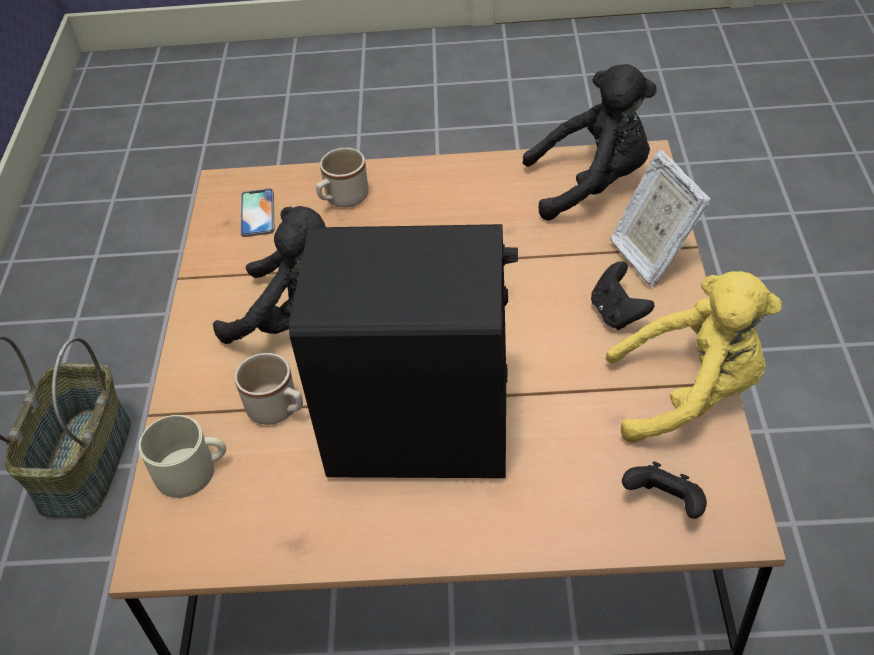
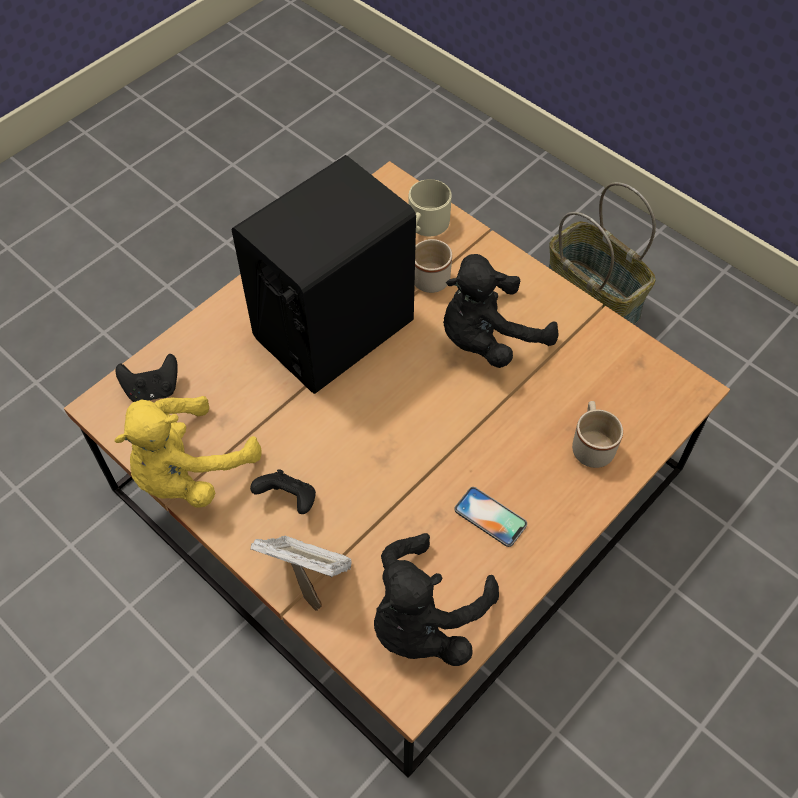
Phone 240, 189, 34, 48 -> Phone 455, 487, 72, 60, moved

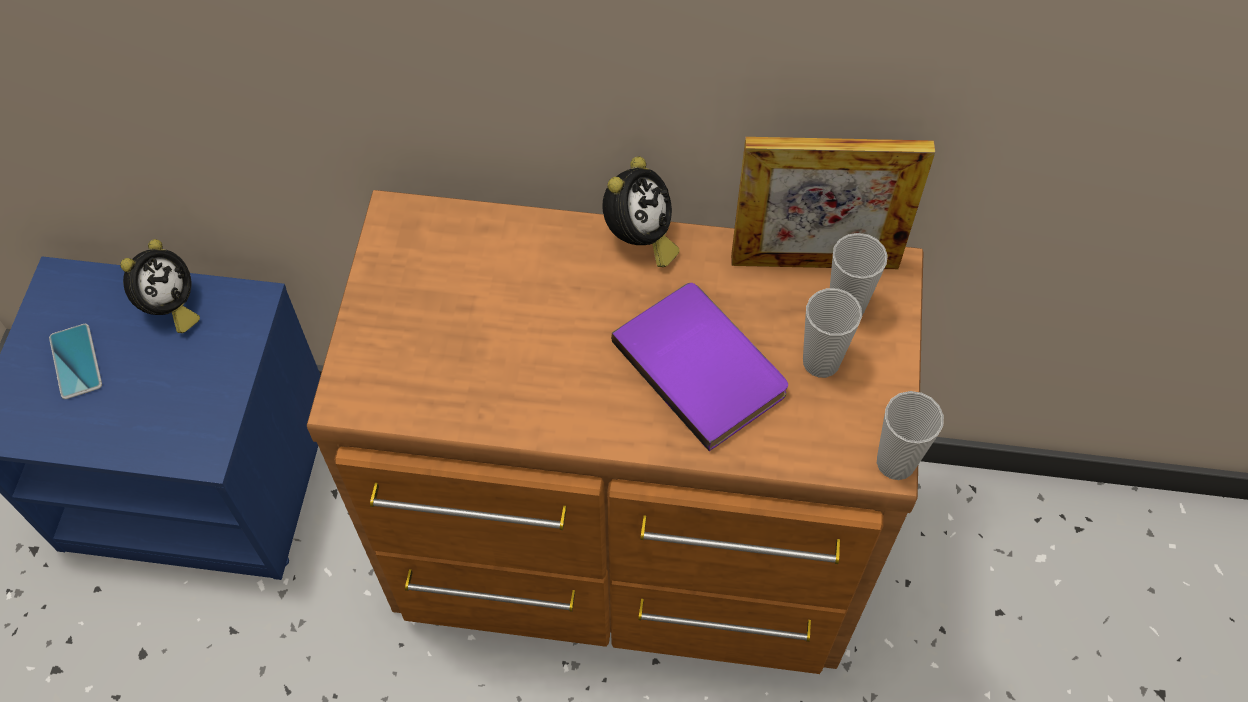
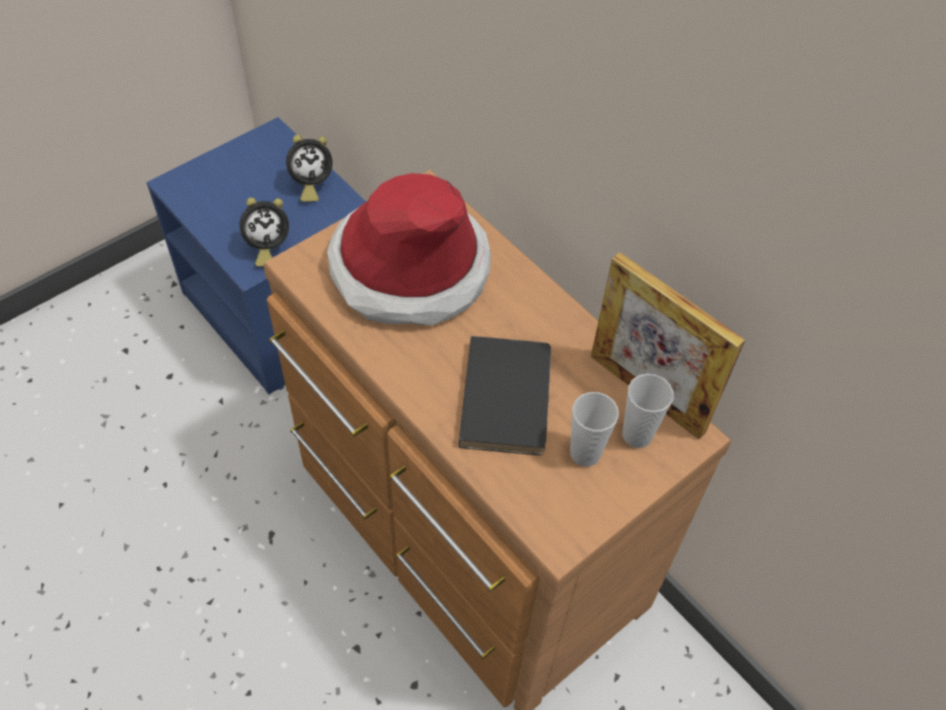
AlarmClock 602, 156, 77, 111 -> AlarmClock 240, 197, 49, 70, moved
PurpleBook 611, 283, 177, 168 -> BlackBook 459, 336, 92, 119
Phone 49, 324, 53, 75 -> none
Cup 877, 391, 67, 89 -> none
none -> Hat 327, 173, 164, 153

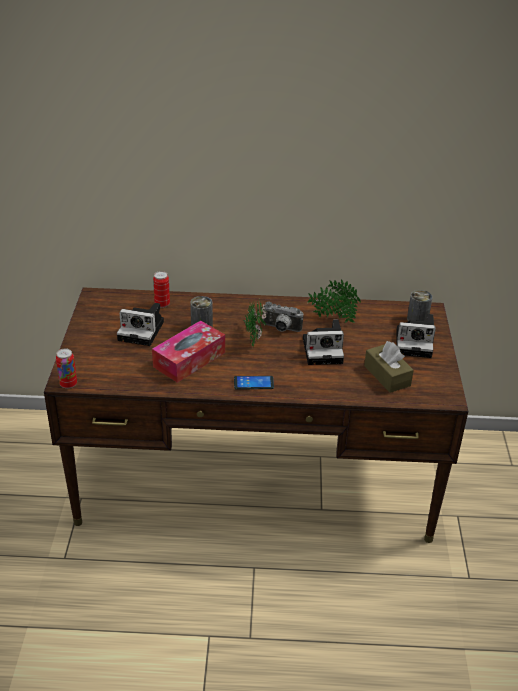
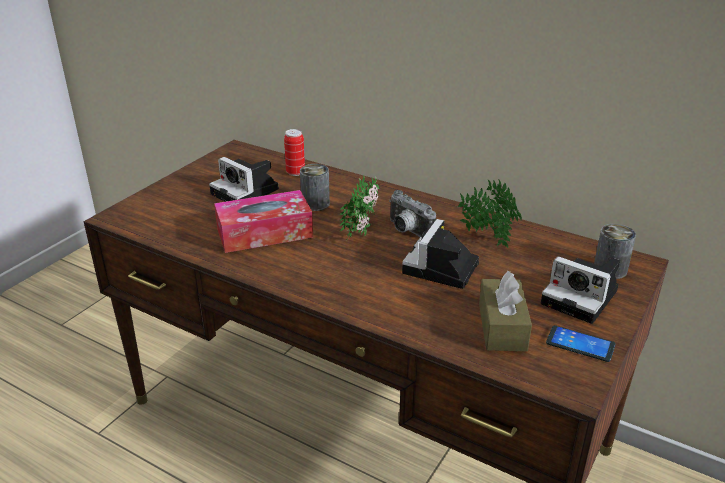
PhotoCamera 303, 320, 41, 45 -> PhotoCamera 402, 219, 77, 70, 90 degrees clockwise
Can 56, 348, 21, 41 -> none
Phone 234, 376, 40, 14 -> Phone 546, 325, 69, 37, moved

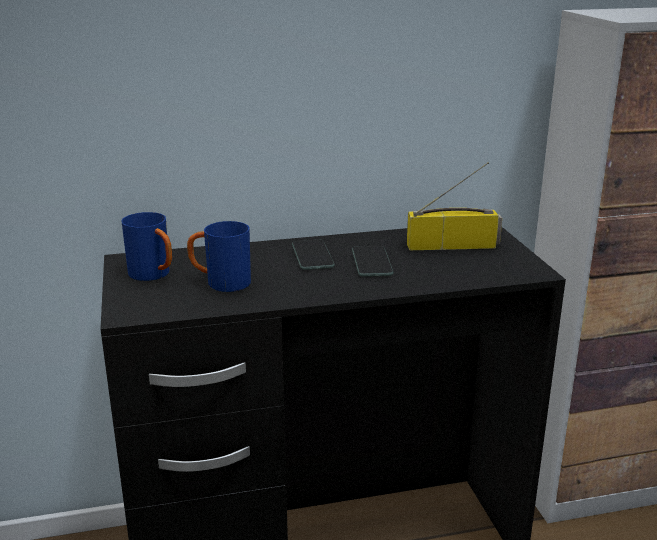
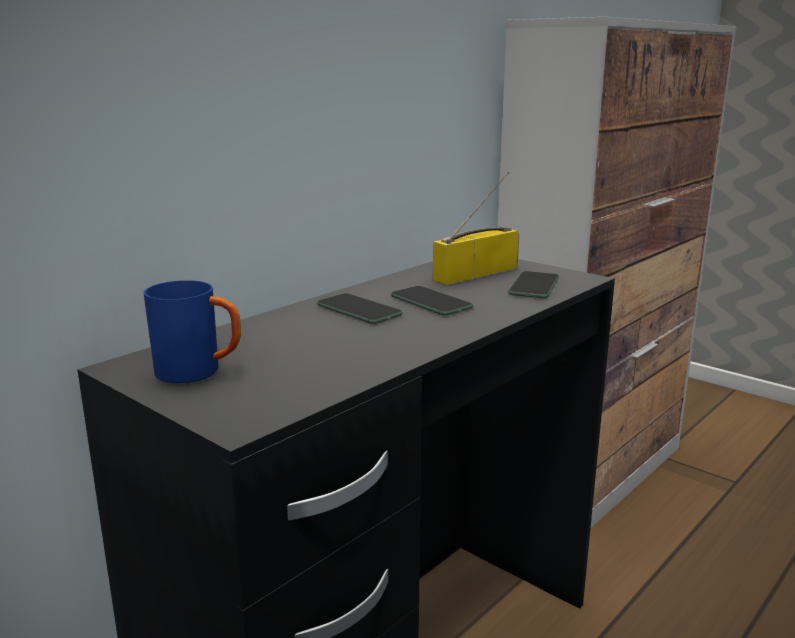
BlueMug 187, 221, 64, 71 -> none
none -> Phone 508, 271, 51, 27

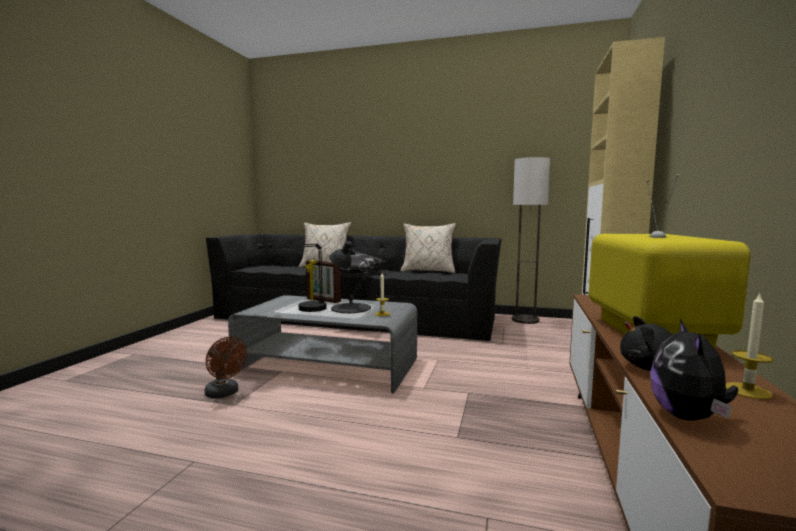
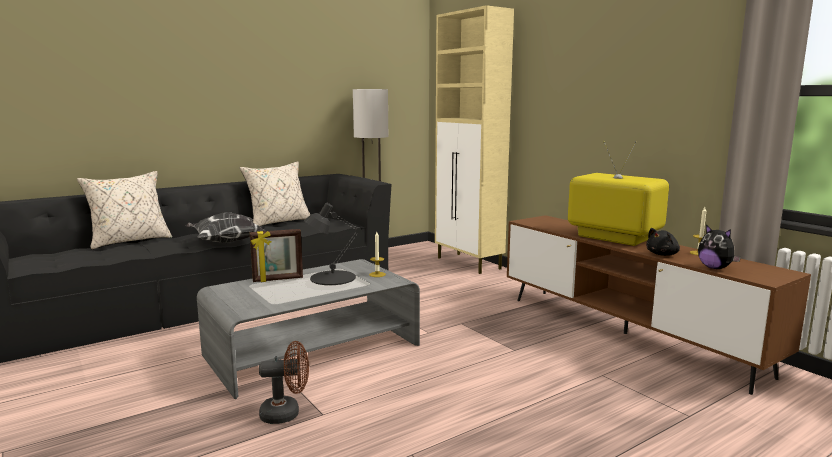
BlackTableLamp 235, 235, 92, 77 -> none

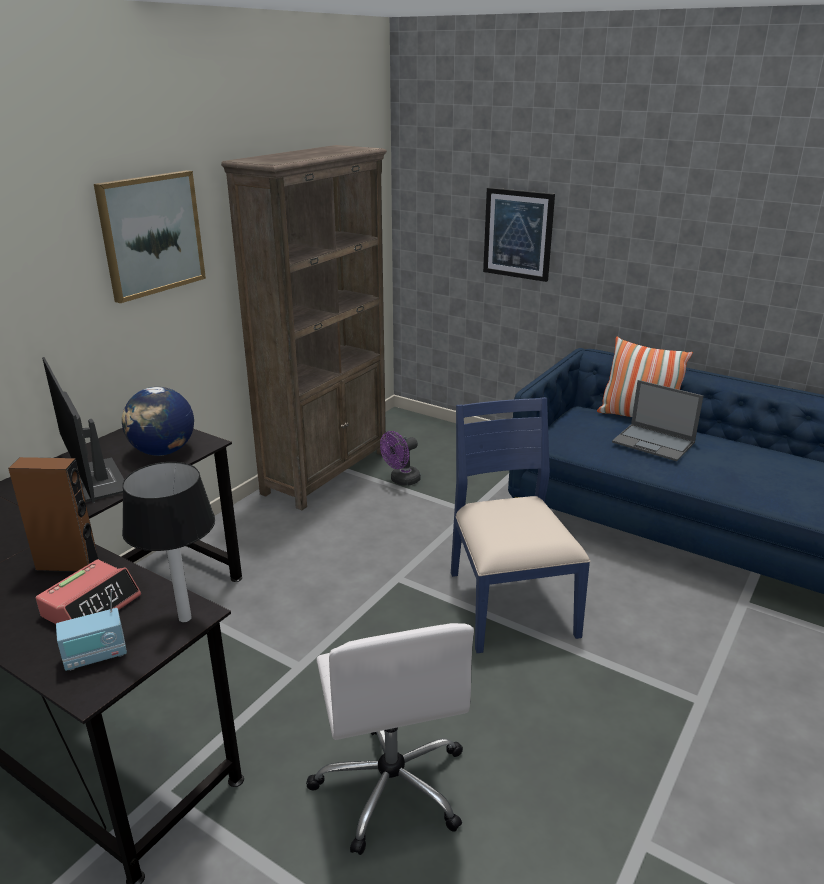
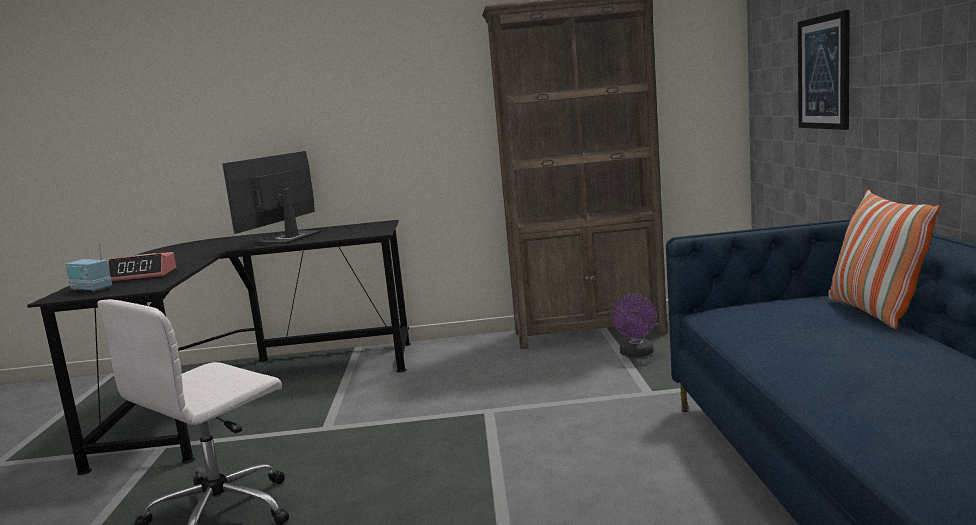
Picture 94, 170, 112, 133 -> none
Laptop 612, 380, 91, 81 -> none
Globe 122, 387, 72, 69 -> none
BlueChair 451, 397, 139, 256 -> none
PurpleFan 380, 431, 41, 55 -> PurpleFan 611, 294, 46, 63, 90 degrees counterclockwise
BrownSpeaker 8, 457, 92, 115 -> none
TableLamp 122, 462, 93, 160 -> none

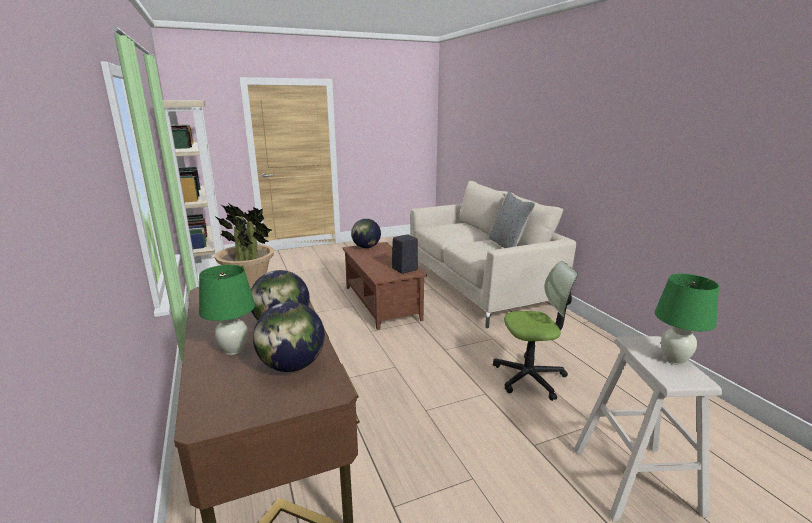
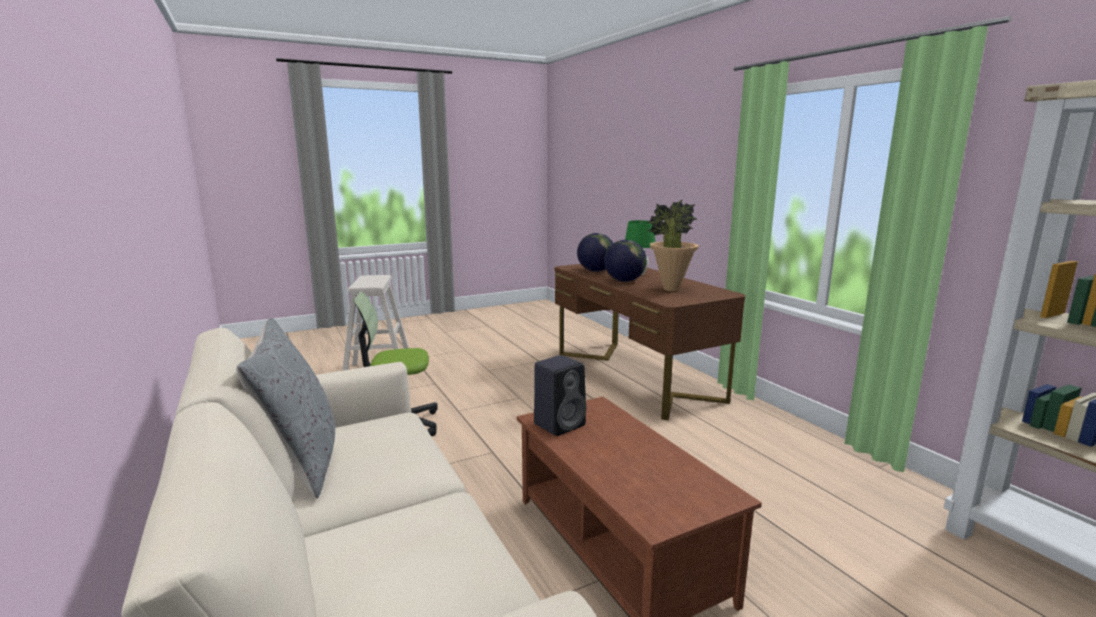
Globe 351, 219, 30, 29 -> none
GreenTableLamp 655, 274, 64, 91 -> none

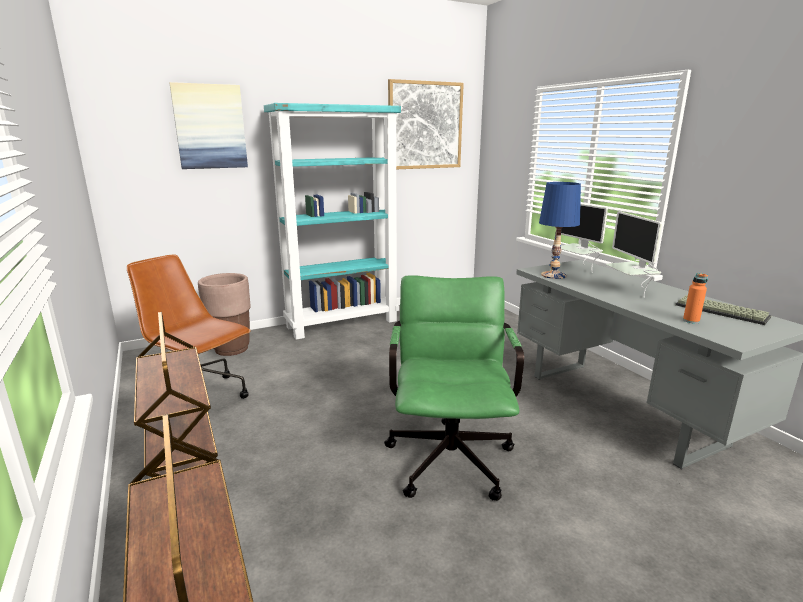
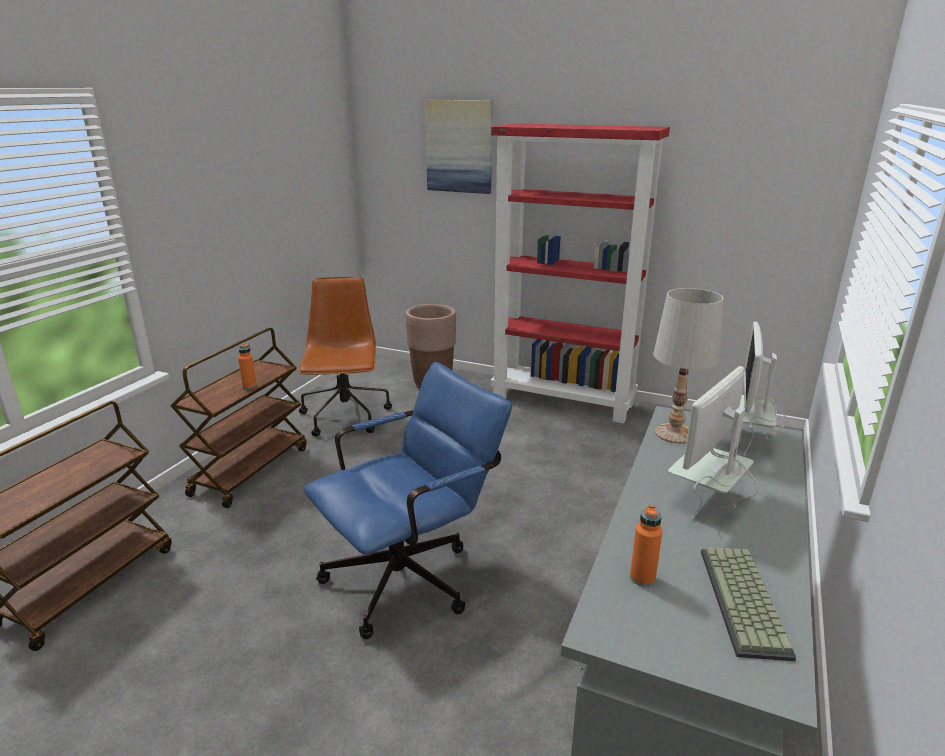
Picture 388, 79, 76, 90 -> none
TurquoiseBookcase 264, 103, 137, 237 -> RedBookcase 491, 123, 179, 301
BlueTableLamp 539, 182, 42, 97 -> WhiteTableLamp 653, 288, 70, 156
GreenOfficeChair 384, 275, 140, 226 -> BlueOfficeChair 303, 362, 209, 277
none -> OrangeBottle 238, 343, 19, 46

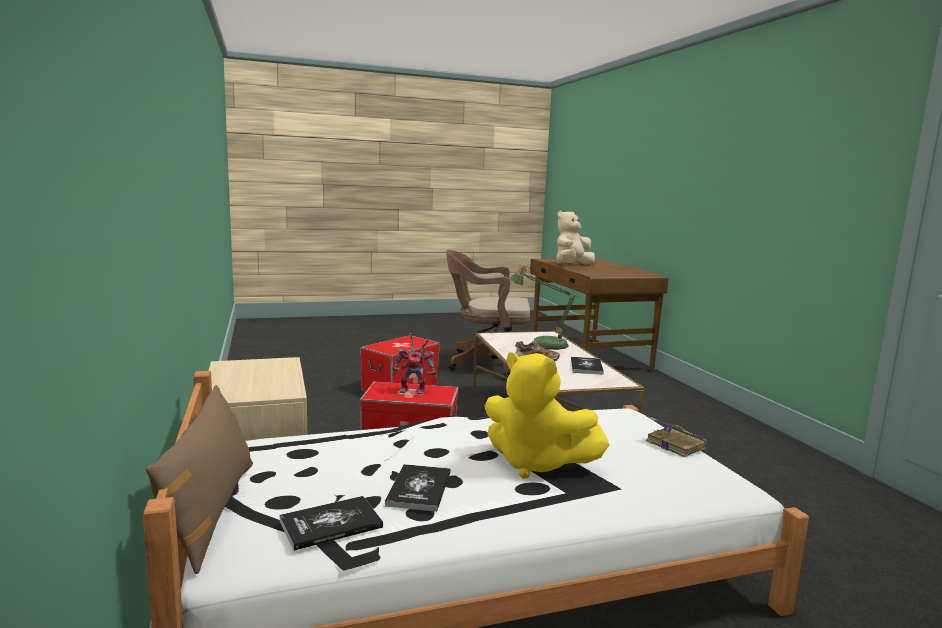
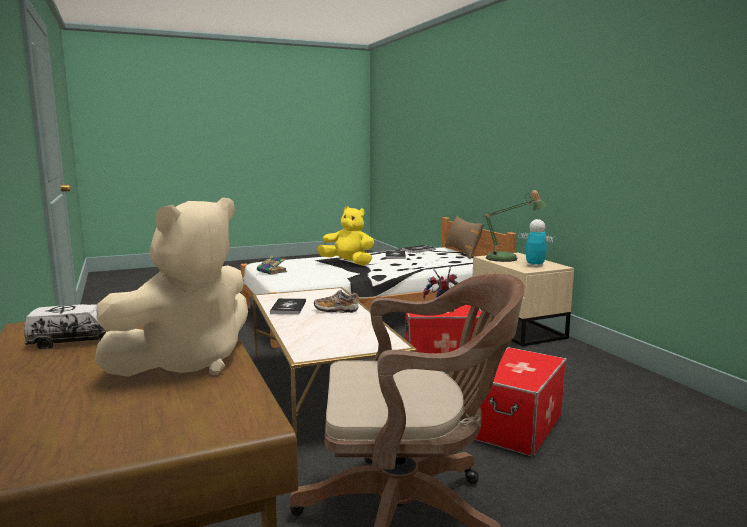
TableLamp 509, 263, 67, 87 -> TableLamp 483, 190, 64, 72, moved
none -> ToyRobot 518, 219, 38, 49
none -> ToyTruck 24, 304, 84, 45

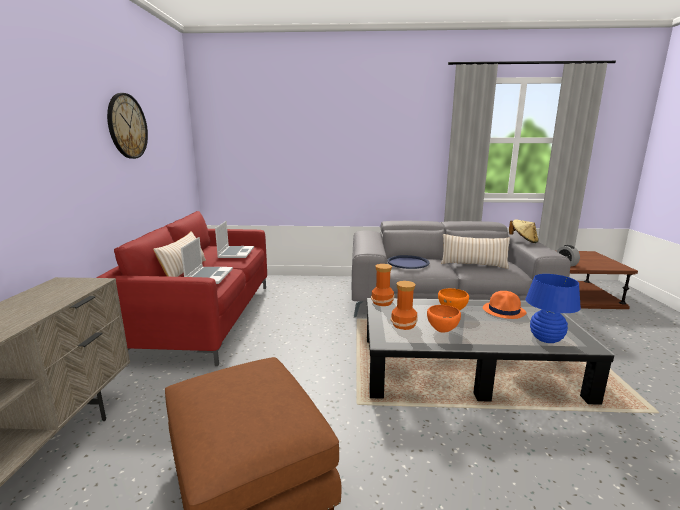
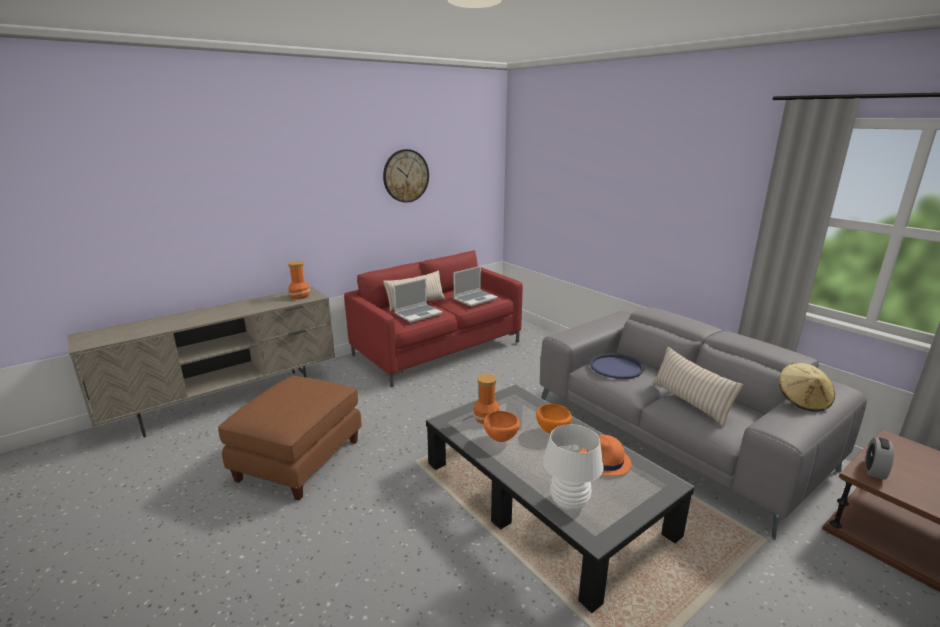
Vase 371, 264, 24, 42 -> Vase 288, 261, 22, 38, moved
BlueTableLamp 526, 274, 55, 69 -> WhiteTableLamp 543, 424, 61, 87

